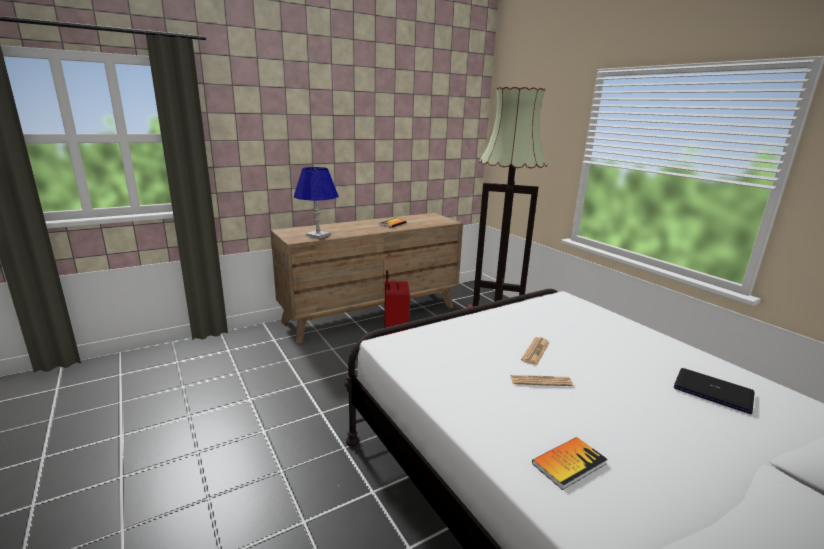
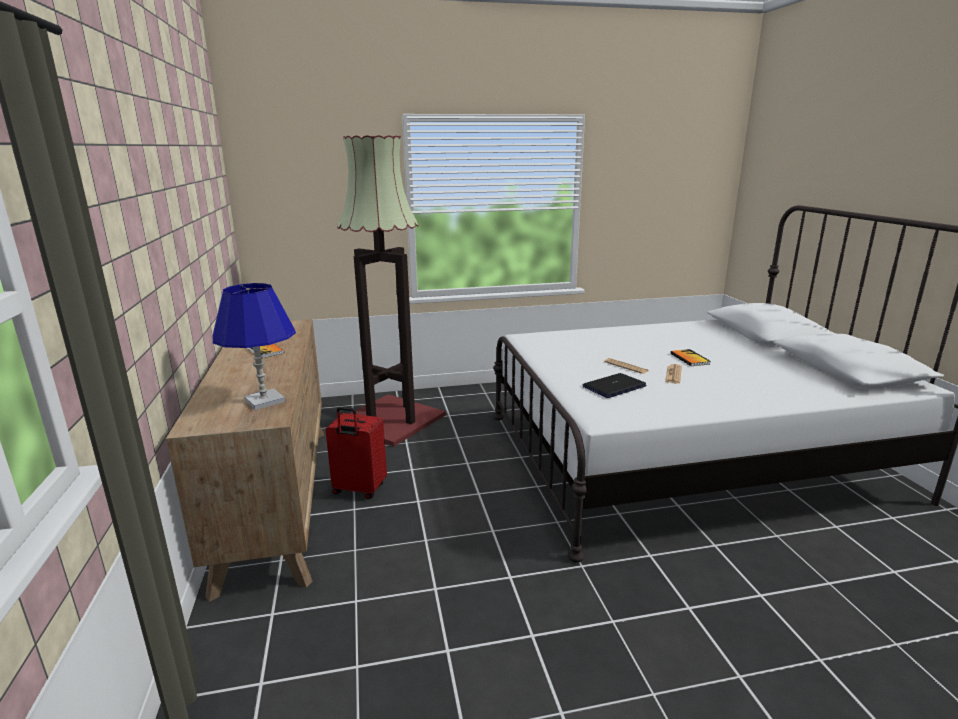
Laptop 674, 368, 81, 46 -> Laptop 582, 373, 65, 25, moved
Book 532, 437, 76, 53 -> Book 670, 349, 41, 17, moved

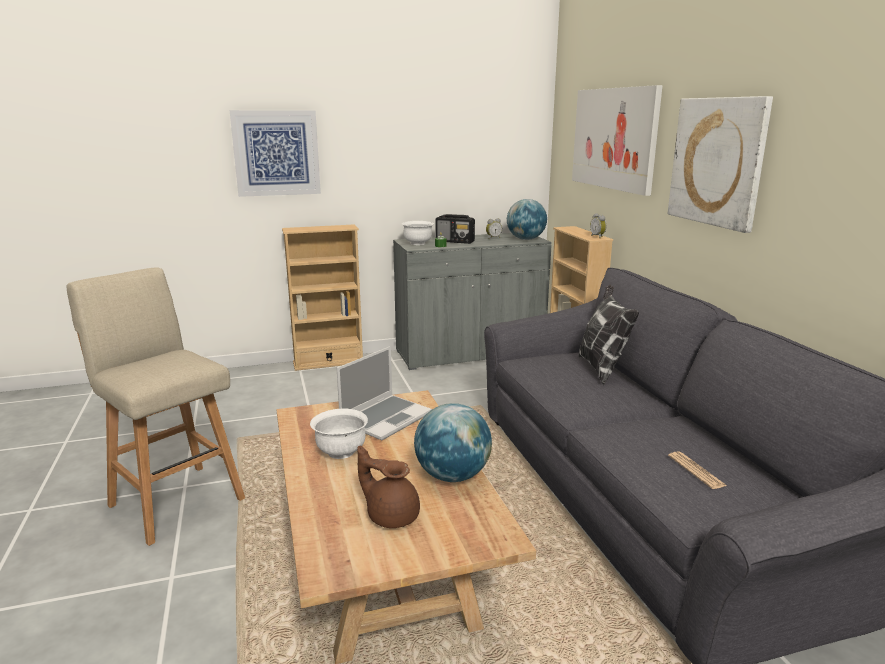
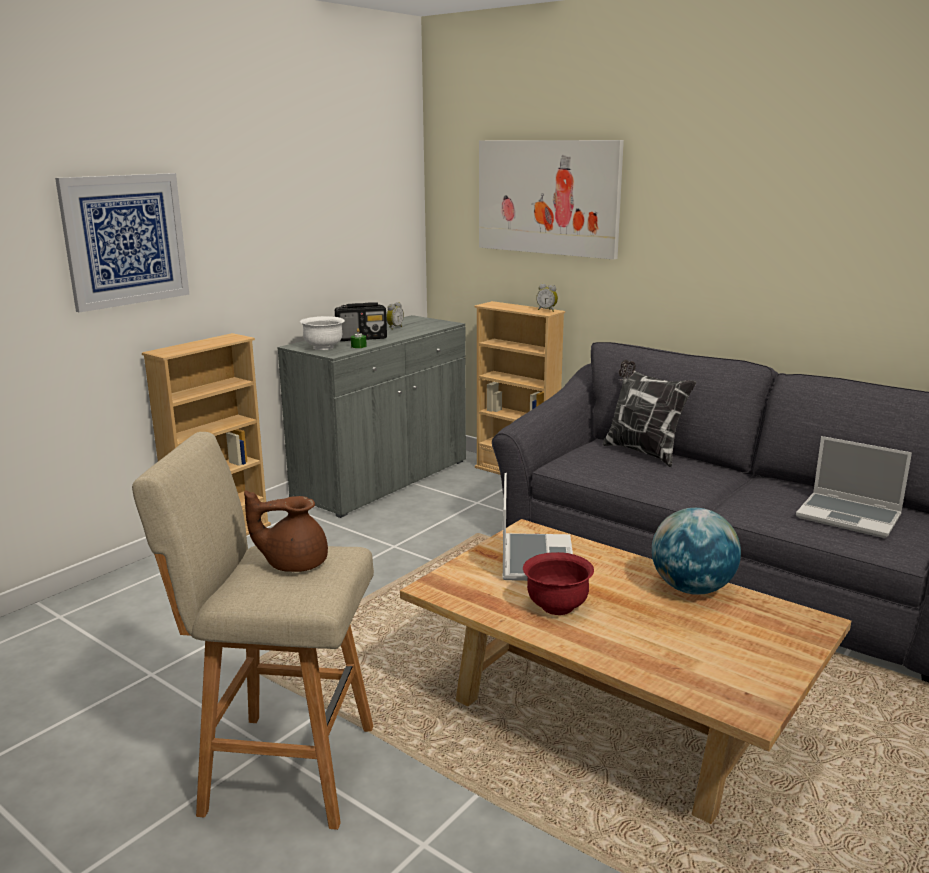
Picture 668, 96, 105, 137 -> none
Globe 507, 199, 40, 41 -> none
WhiteBowl 310, 409, 58, 50 -> RedBowl 523, 552, 71, 63
BrownTeapot 357, 446, 63, 82 -> BrownTeapot 244, 490, 84, 82, moved
Newspaper 668, 451, 59, 38 -> Laptop 796, 436, 116, 102

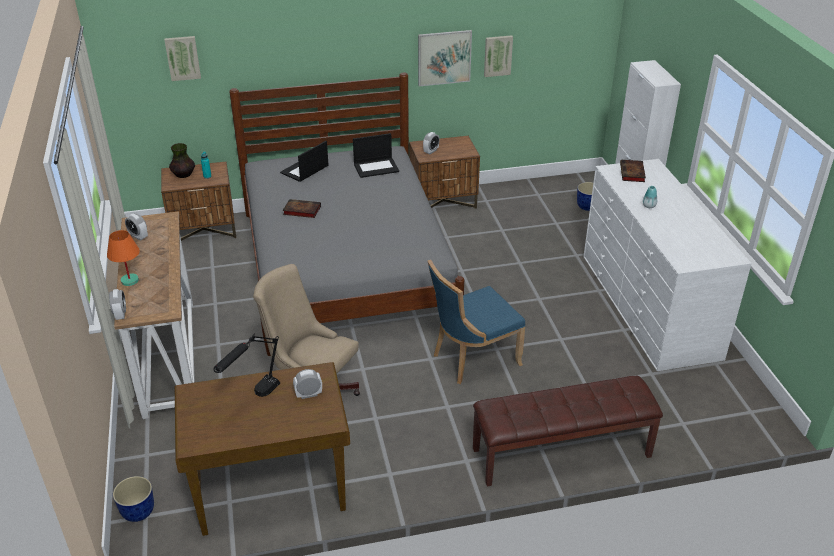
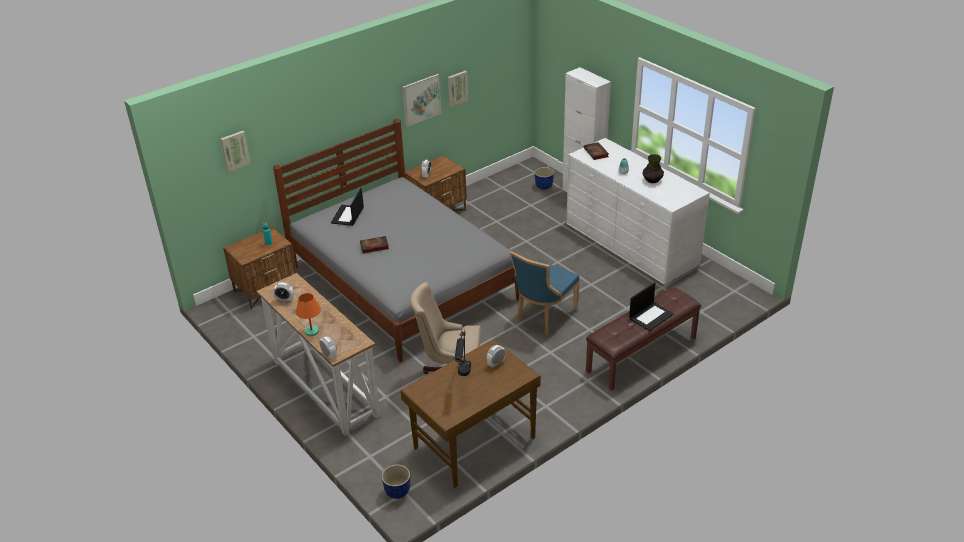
Laptop 353, 133, 46, 45 -> Laptop 629, 282, 45, 49, moved
Vase 169, 143, 26, 35 -> Vase 642, 154, 22, 29, moved

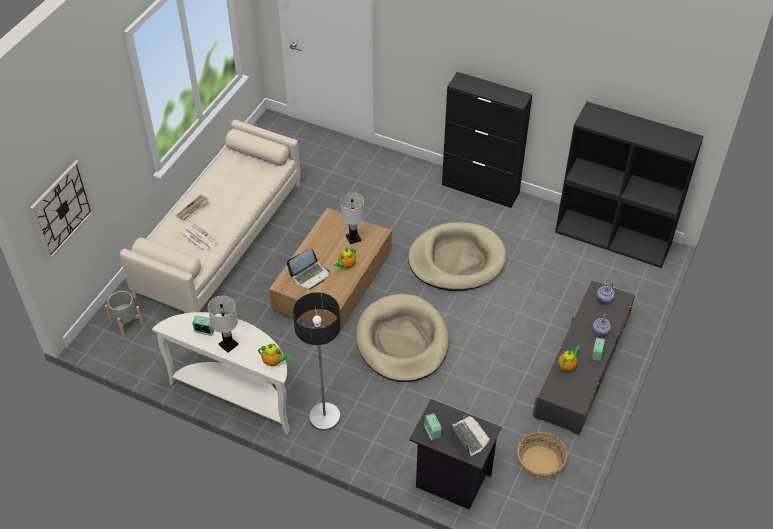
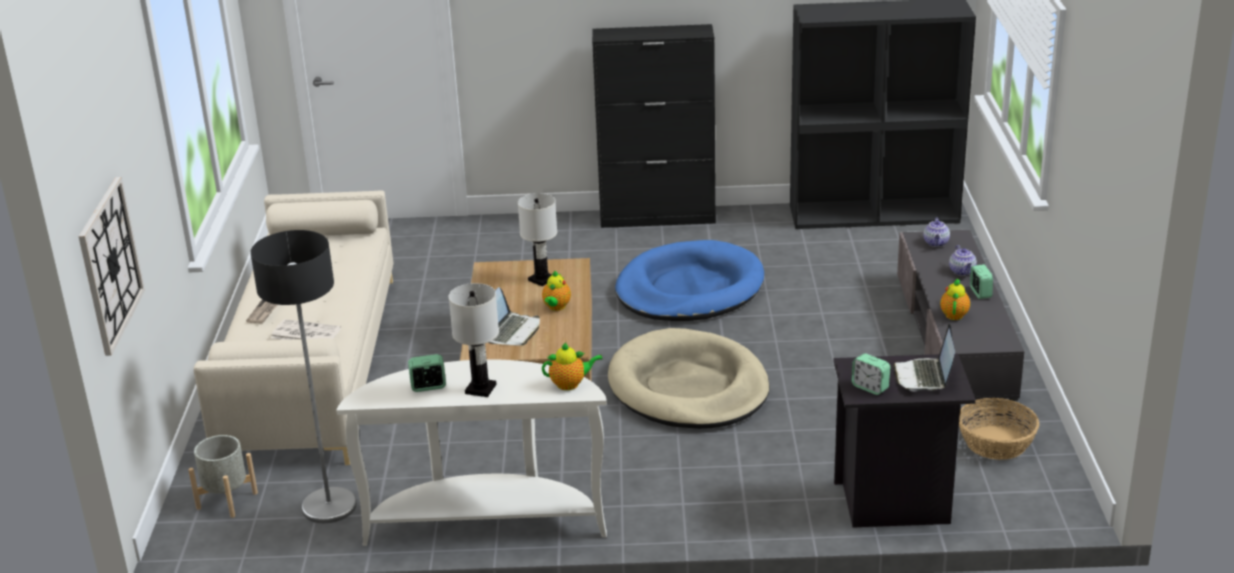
BeigeDogBed 408, 222, 98, 69 -> BlueDogBed 615, 240, 149, 81
FloorLamp 293, 292, 48, 139 -> FloorLamp 250, 230, 107, 293, moved
Laptop 449, 415, 41, 41 -> Laptop 893, 324, 62, 68, 120 degrees counterclockwise

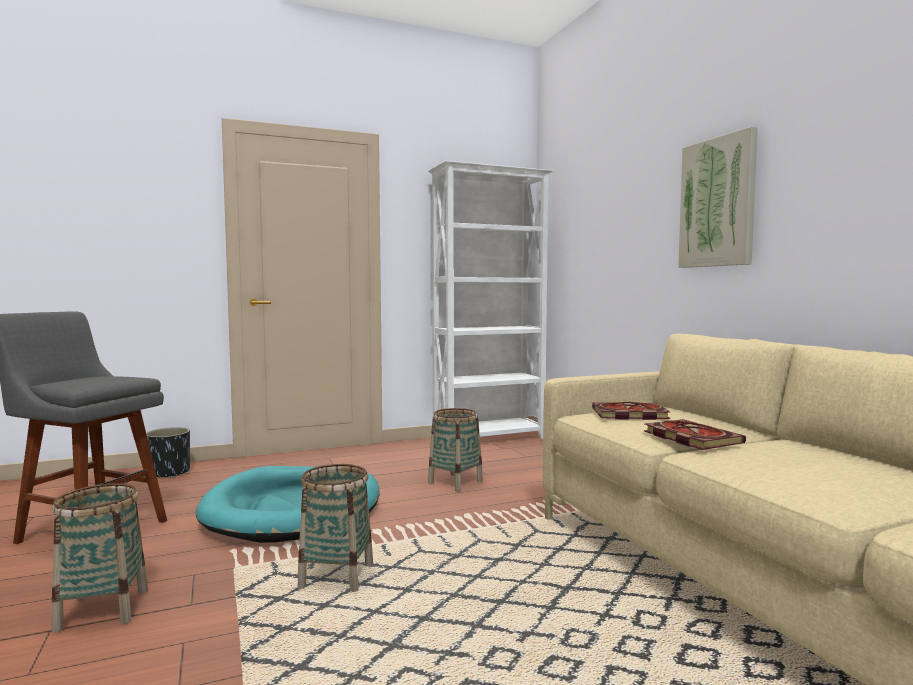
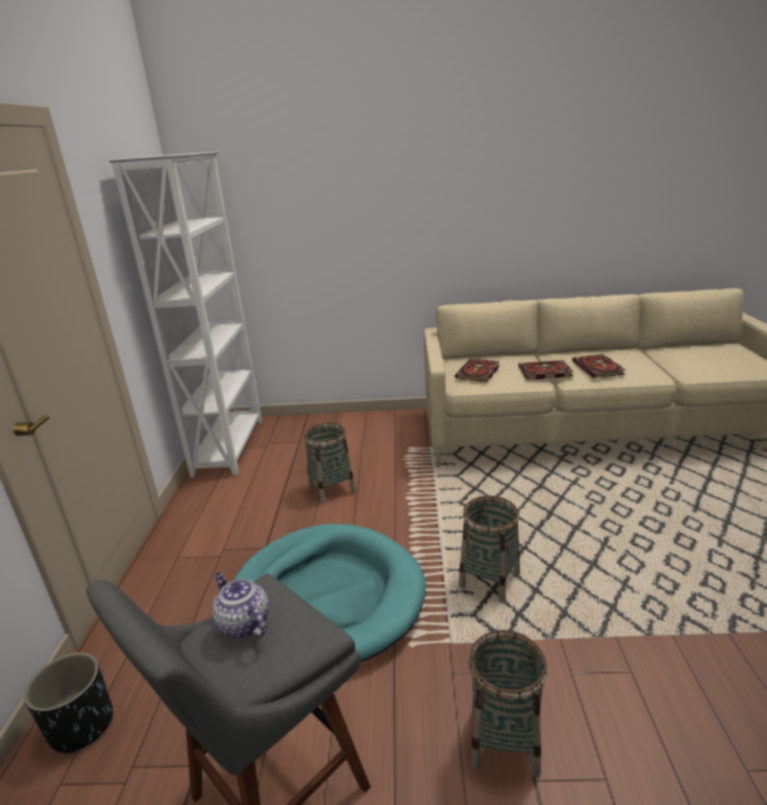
Picture 678, 126, 80, 142 -> none
none -> Book 572, 354, 53, 24
none -> Teapot 212, 572, 57, 67

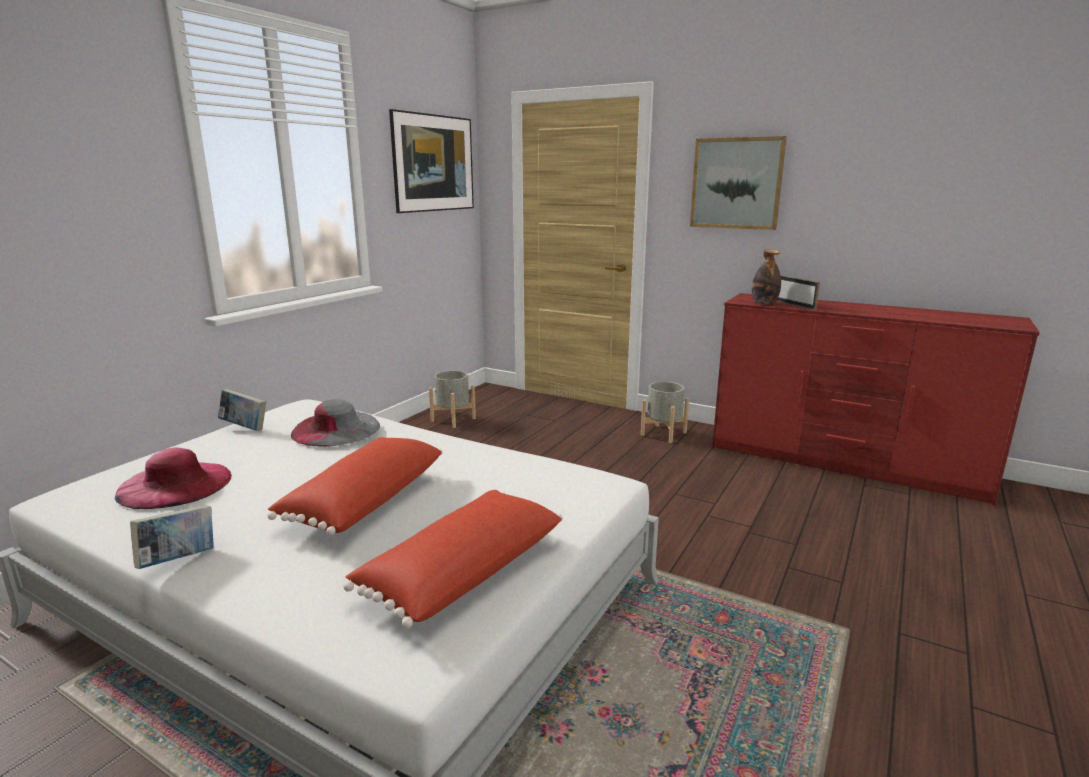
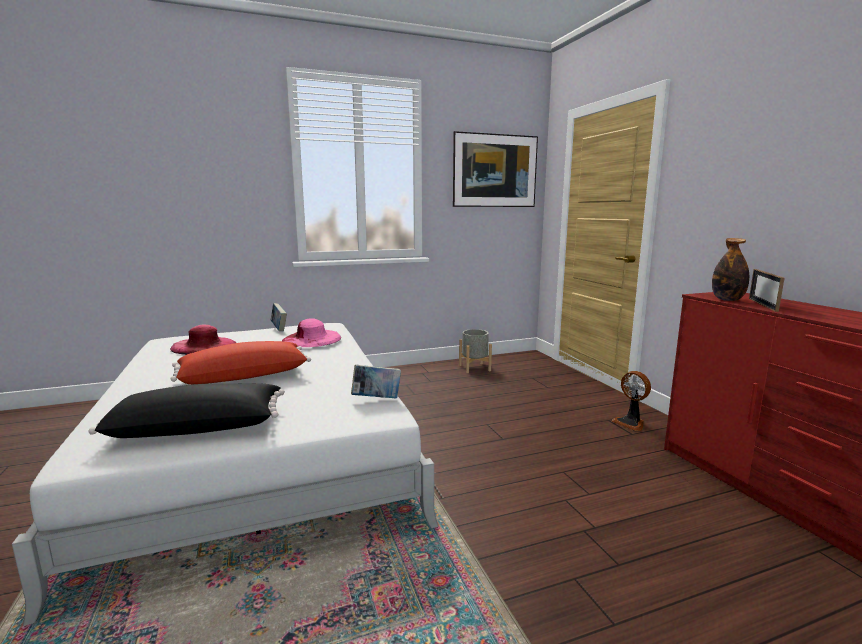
Picture 690, 136, 97, 94 -> none
GreyPlanter 641, 382, 48, 61 -> Fan 612, 371, 39, 60
GreyHat 291, 399, 89, 48 -> PinkHat 282, 318, 59, 29
RedPillow 344, 490, 219, 138 -> BlackPillow 88, 383, 197, 55
Book 130, 505, 84, 64 -> Book 351, 364, 50, 35, moved

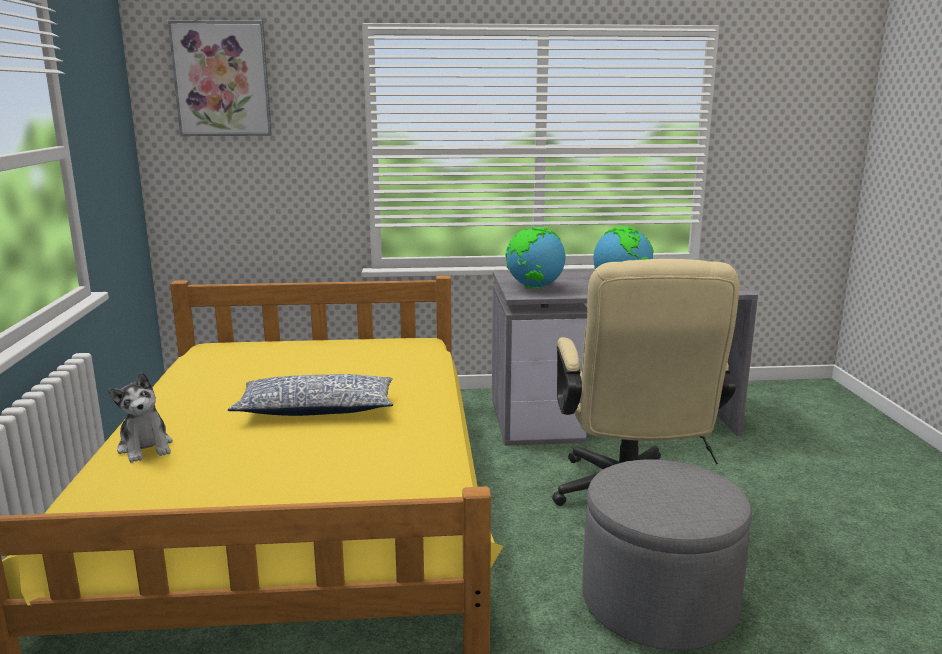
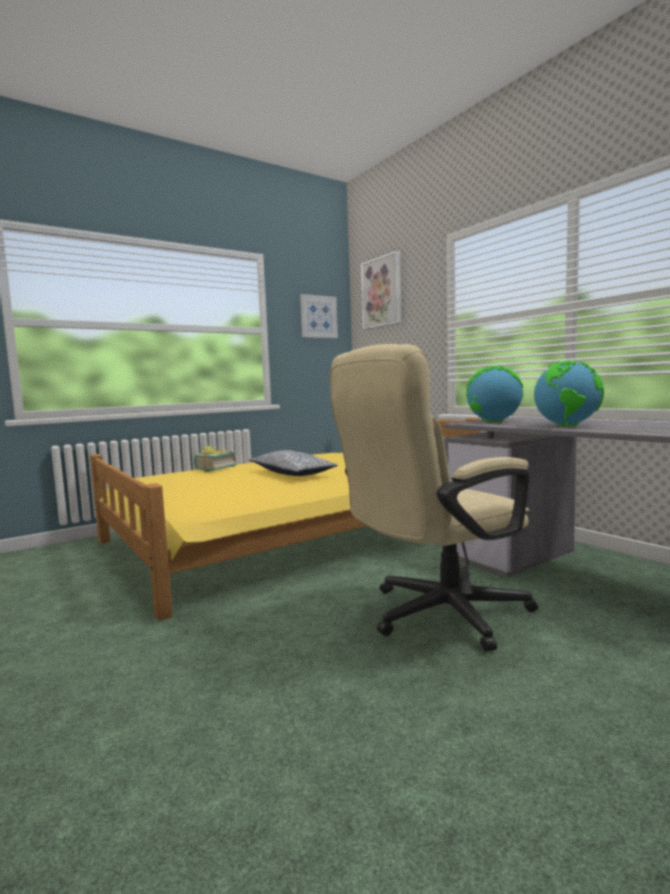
PlushToy 108, 372, 65, 91 -> Book 194, 446, 43, 26
GreyOttoman 583, 459, 169, 191 -> none
none -> Picture 300, 294, 38, 44

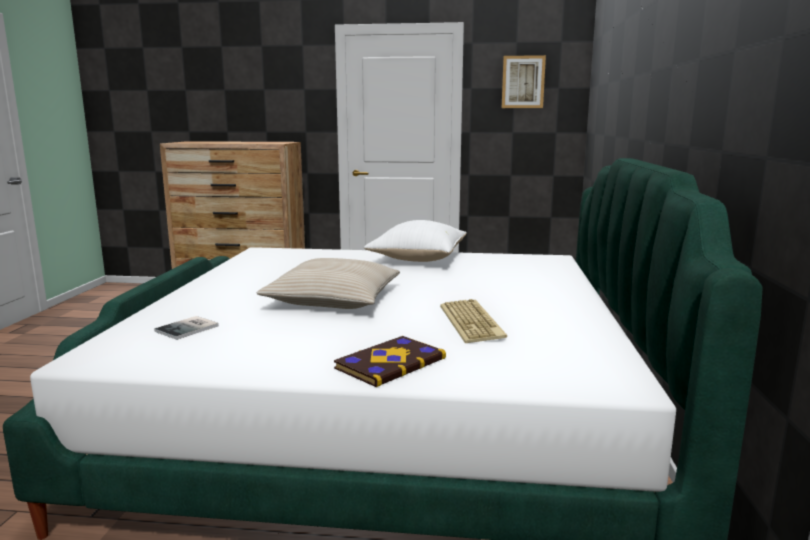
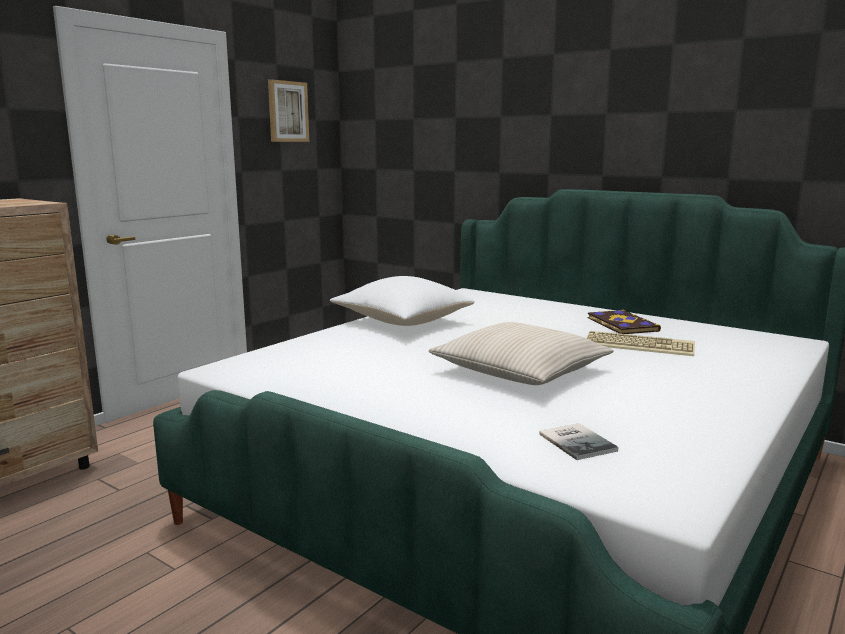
Book 334, 336, 112, 51 -> Book 587, 310, 74, 24, moved

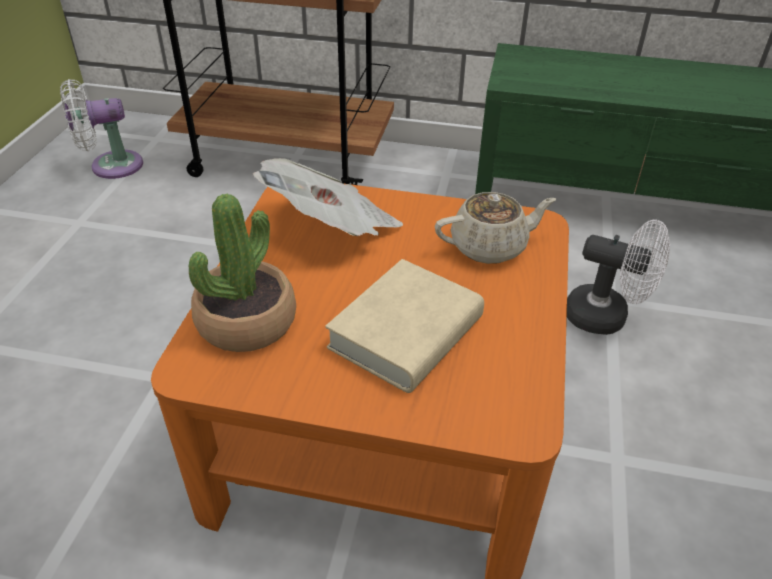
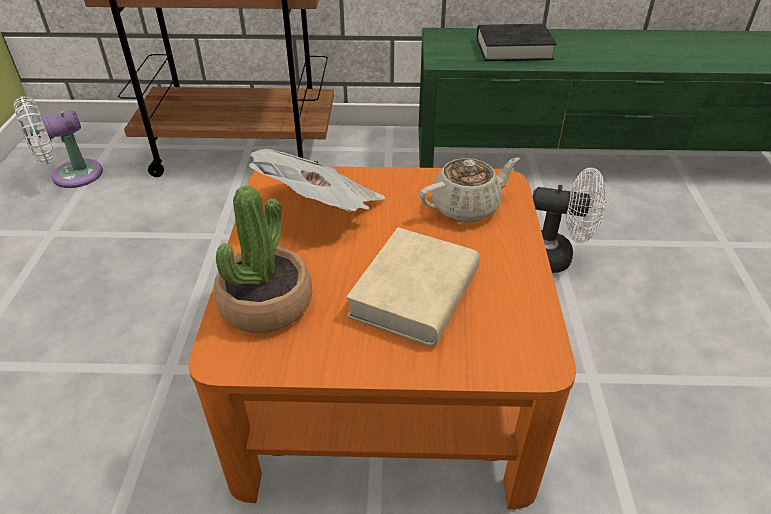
none -> BlackBook 477, 24, 80, 37

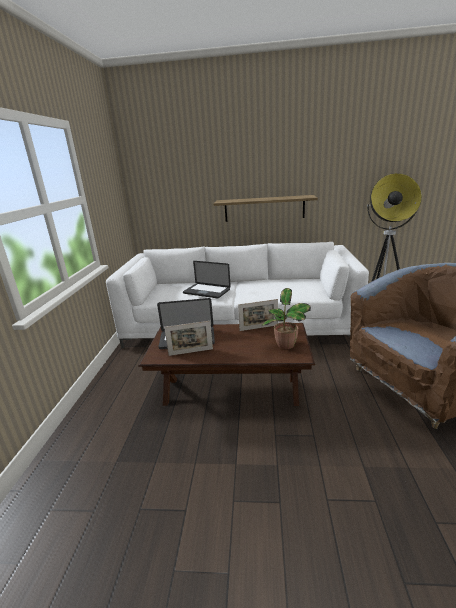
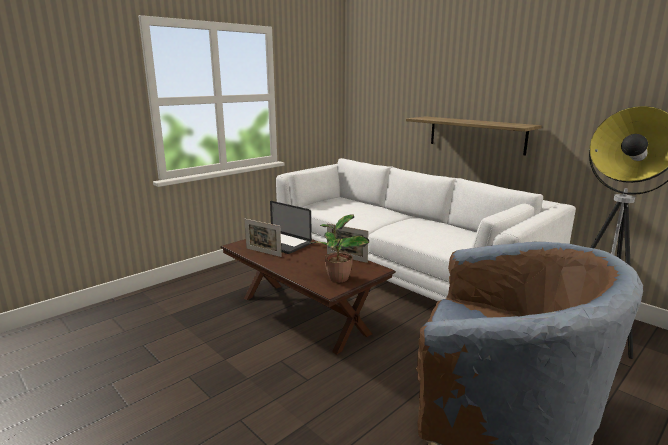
Laptop 183, 261, 48, 37 -> none

